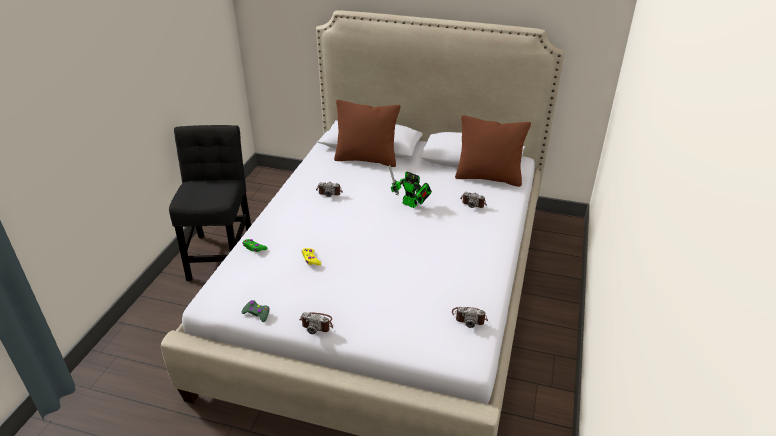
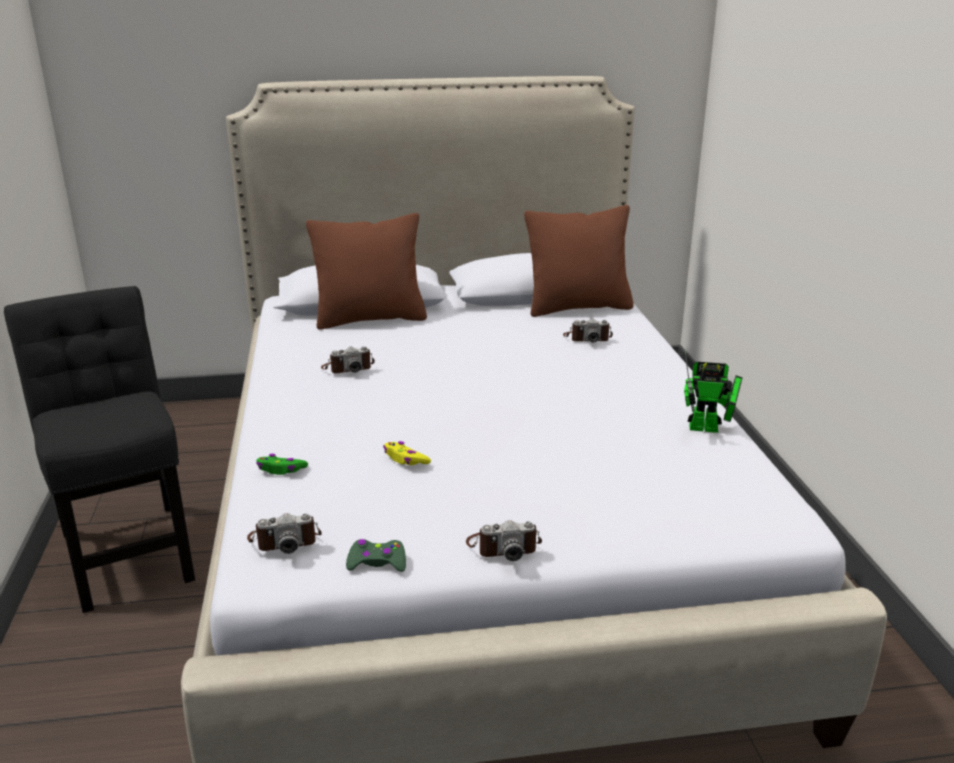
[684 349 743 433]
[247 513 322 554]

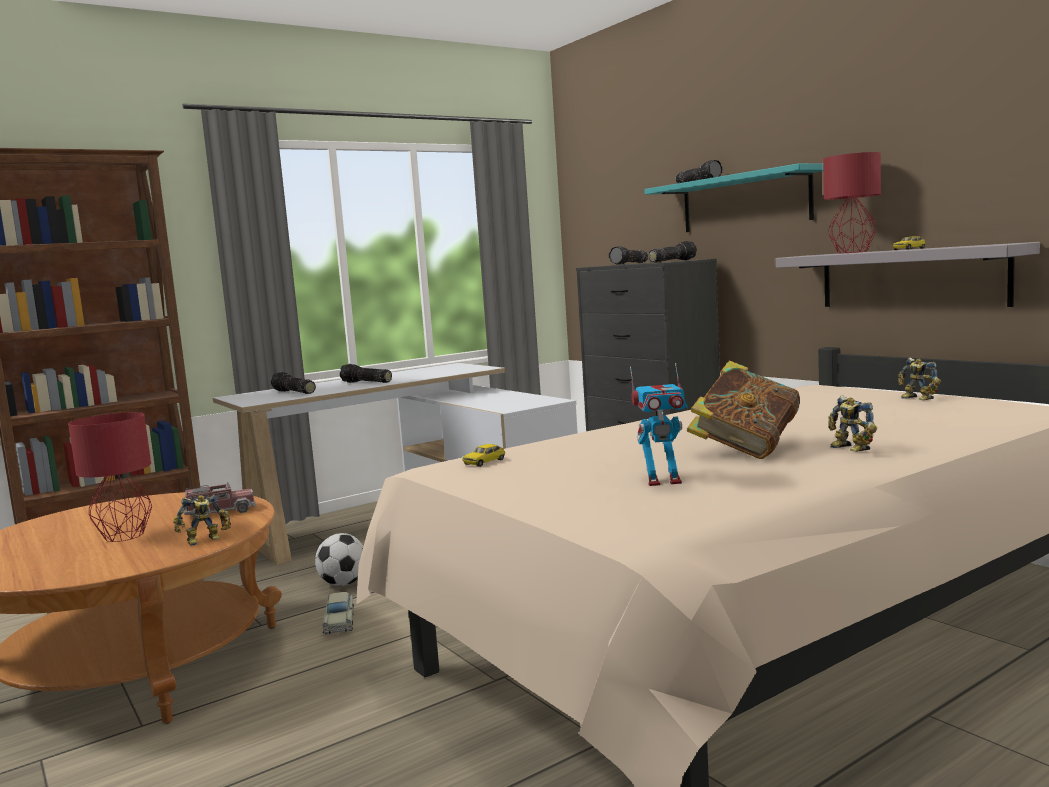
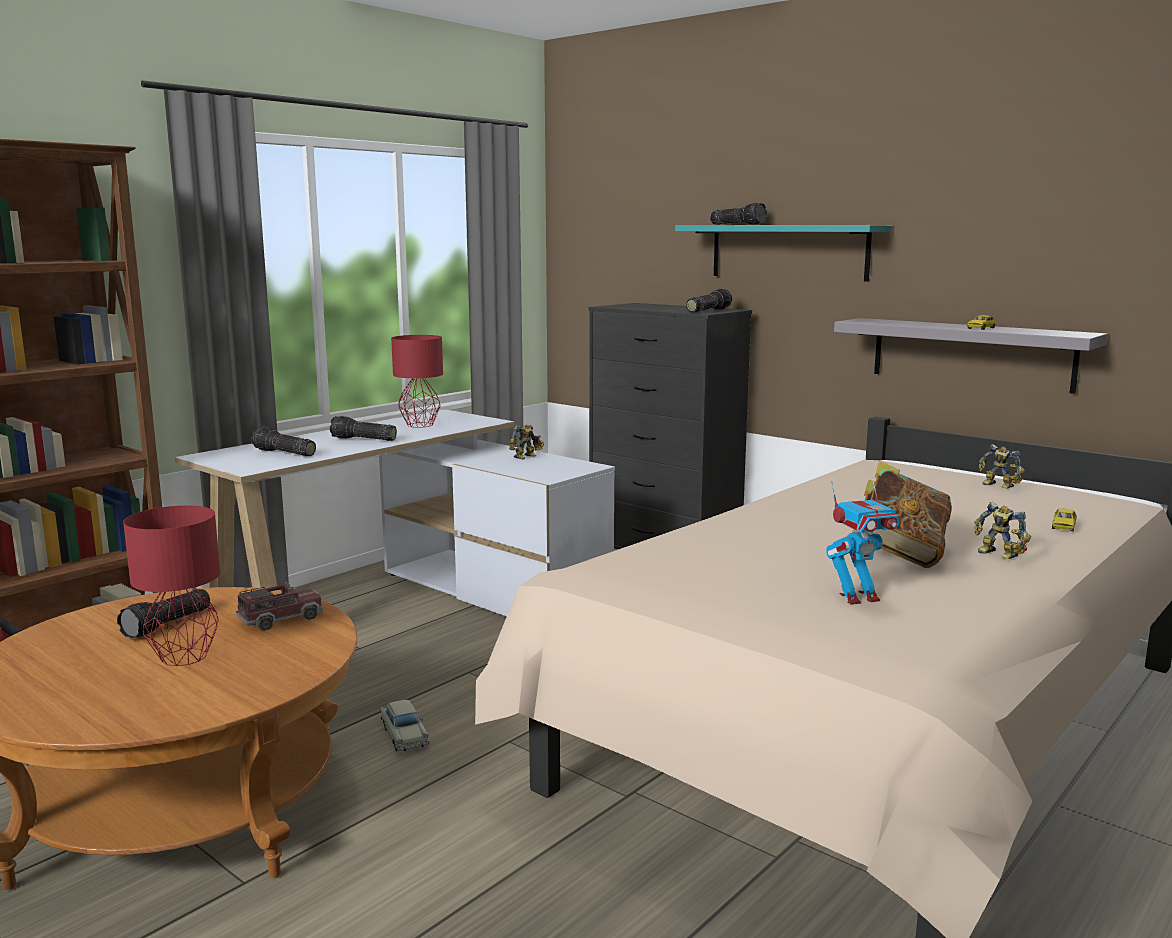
[391 335 443 428]
[117 589 210 639]
[1052 508 1077 531]
[509 424 544 460]
[315 533 363 586] (first image)

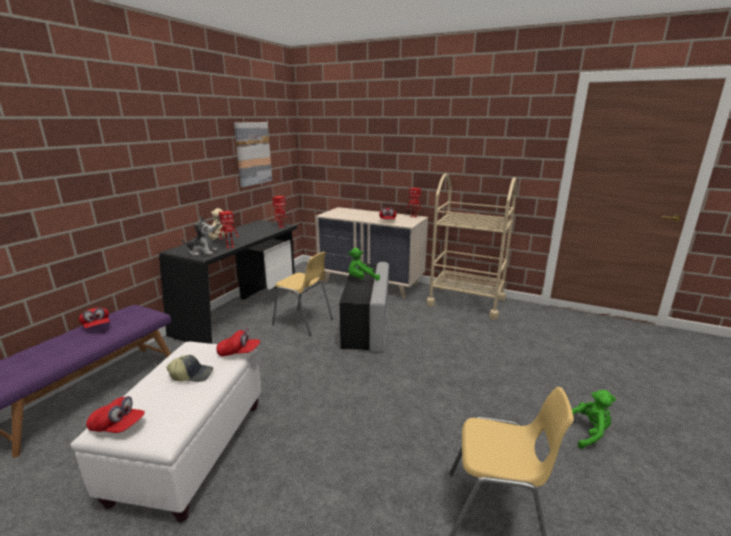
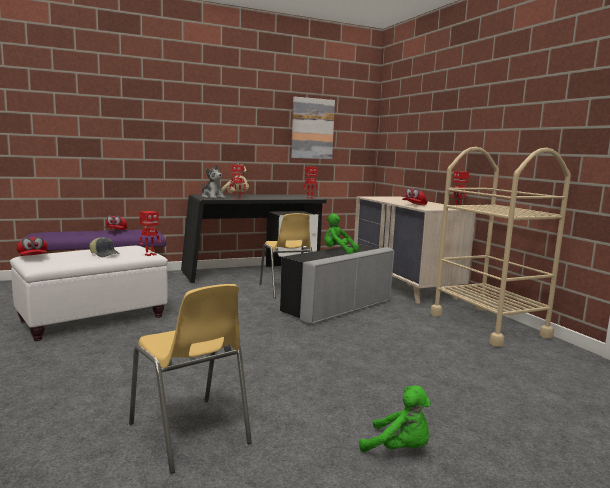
[139 211 161 256]

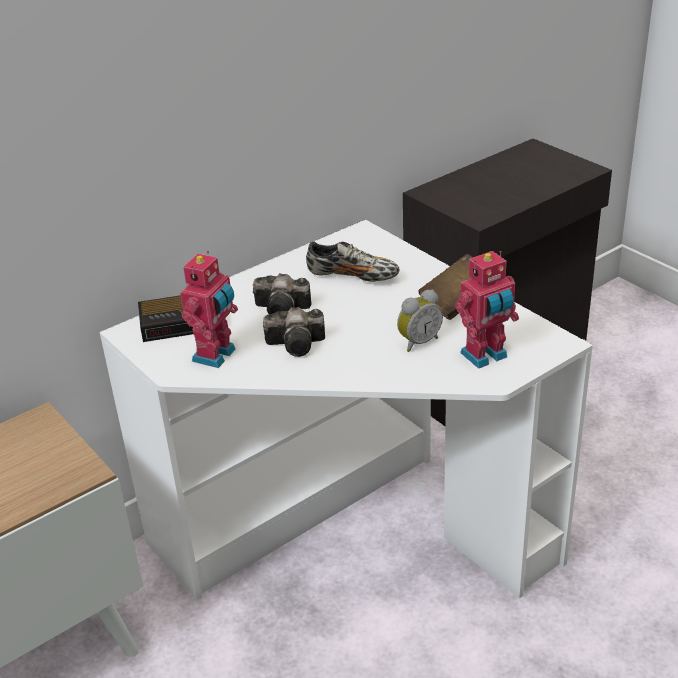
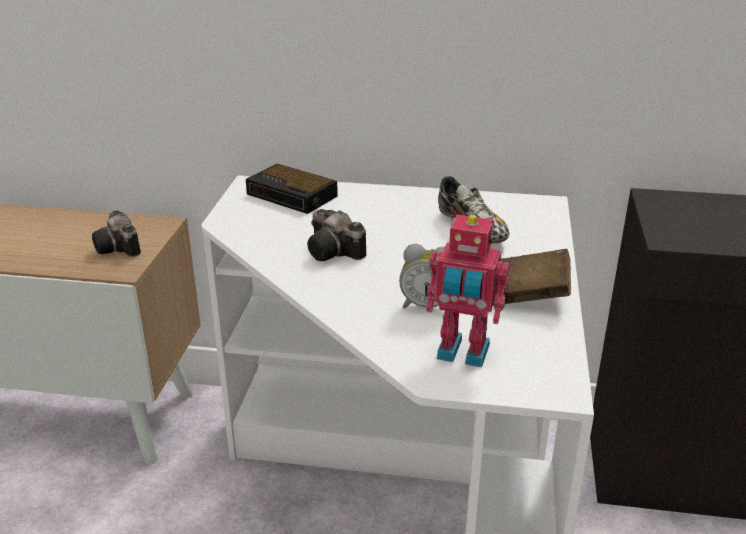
[180 251 238 368] (first image)
[92 210 141 257]

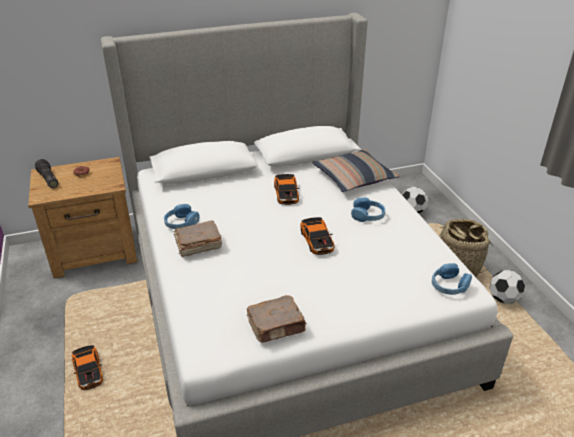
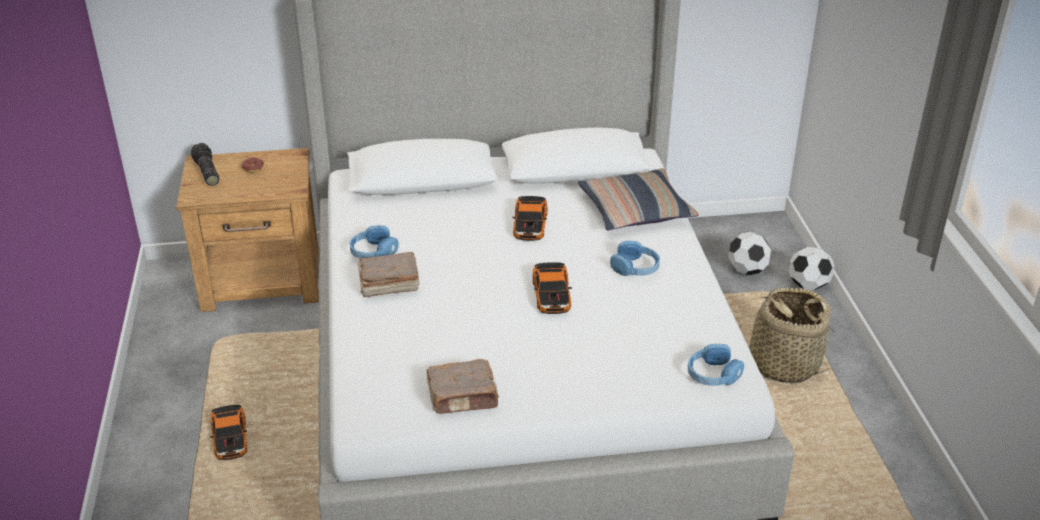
[789 247 835 290]

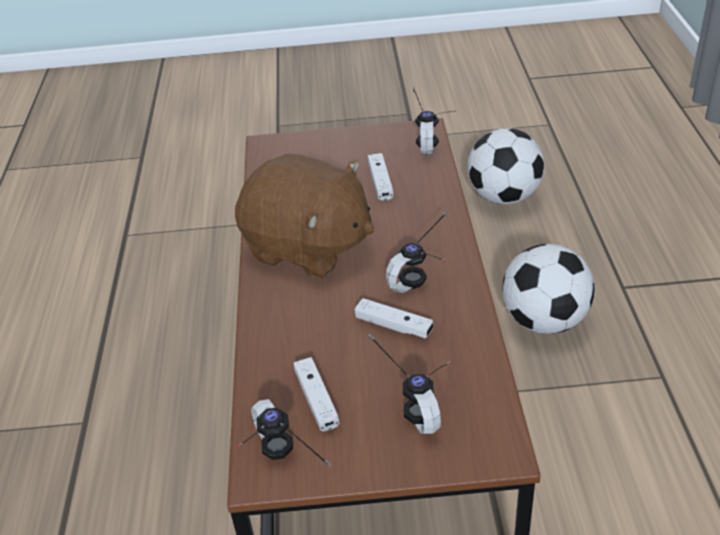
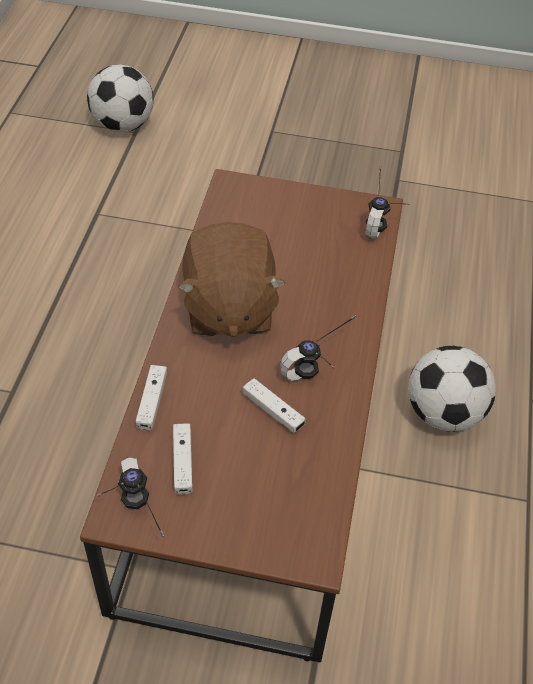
[87 65 153 132]
[178 222 285 337]
[136 365 167 431]
[369 334 451 434] (first image)

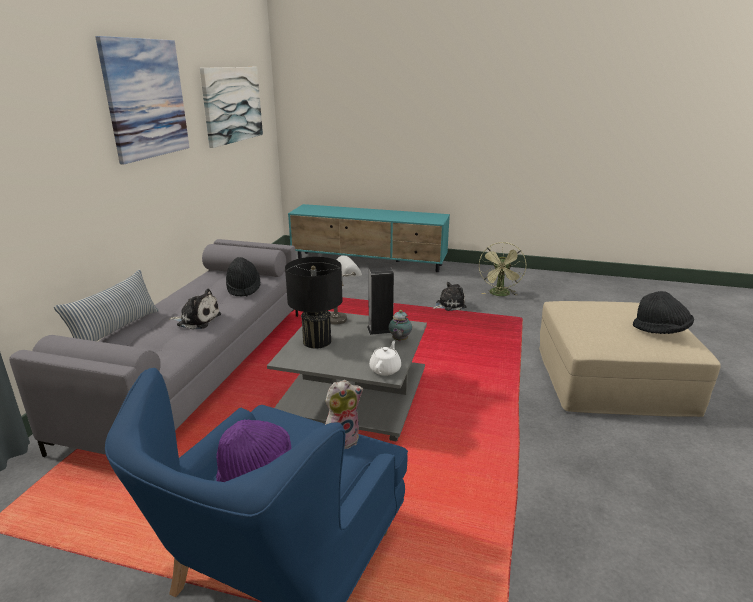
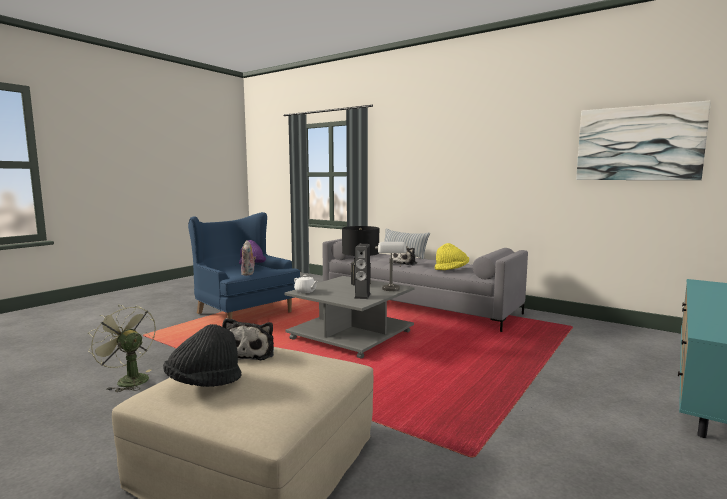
[95 36 190 164] (first image)
[88 305 156 392]
[435 243 469 270]
[222 318 274 360]
[389 310 412 341] (first image)

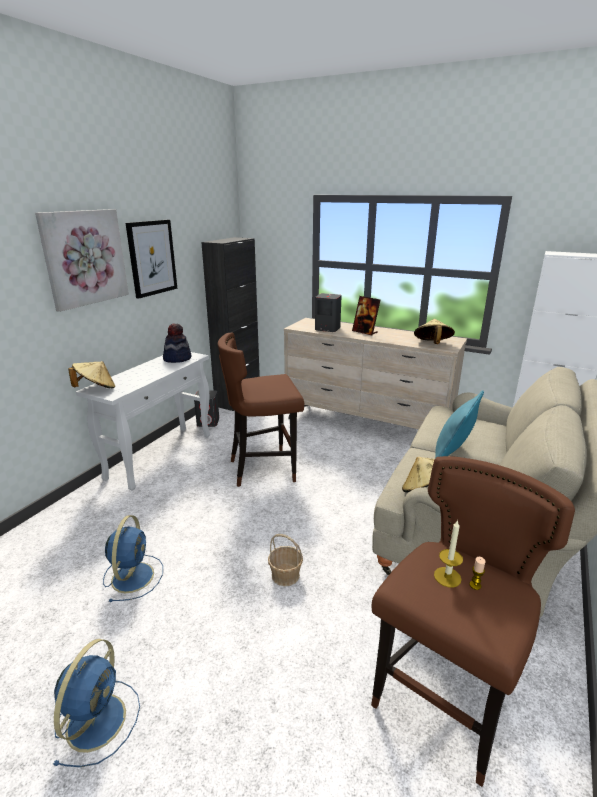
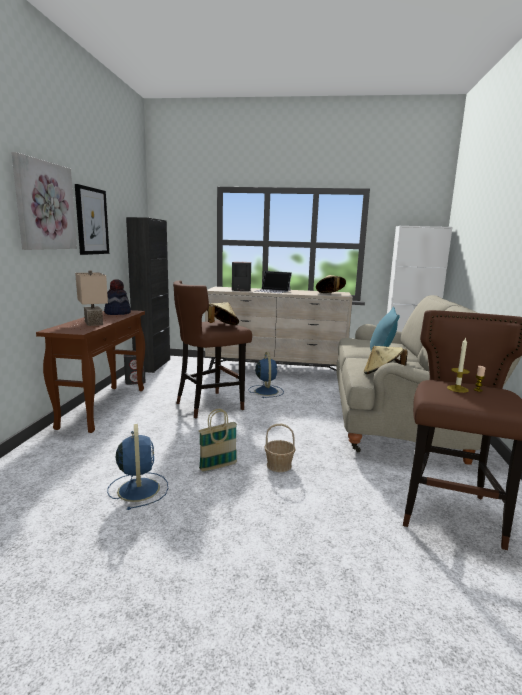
[256 271 292 293]
[36 310 145 433]
[207 302 239 325]
[248 352 284 398]
[75 270 108 326]
[199 409 237 472]

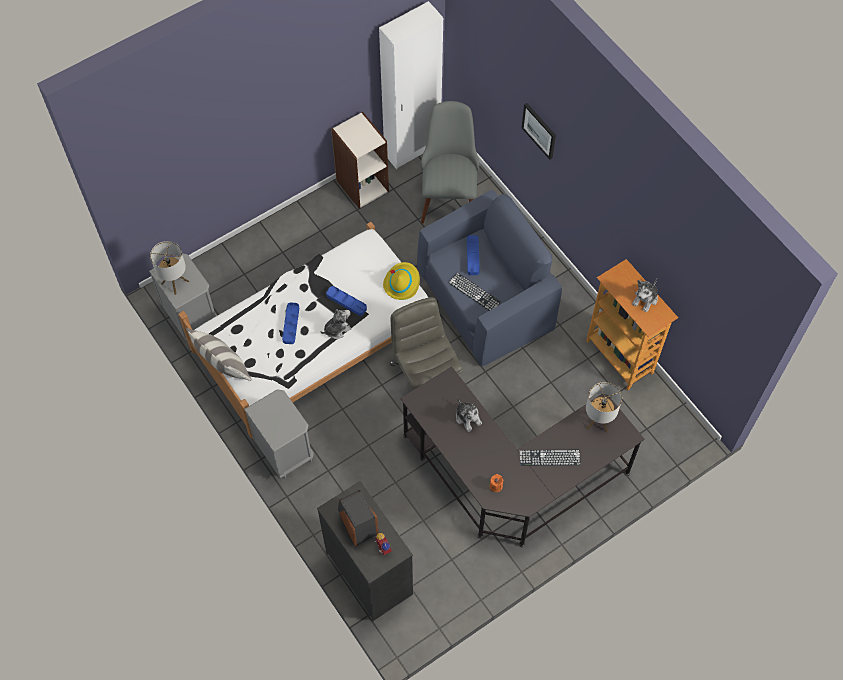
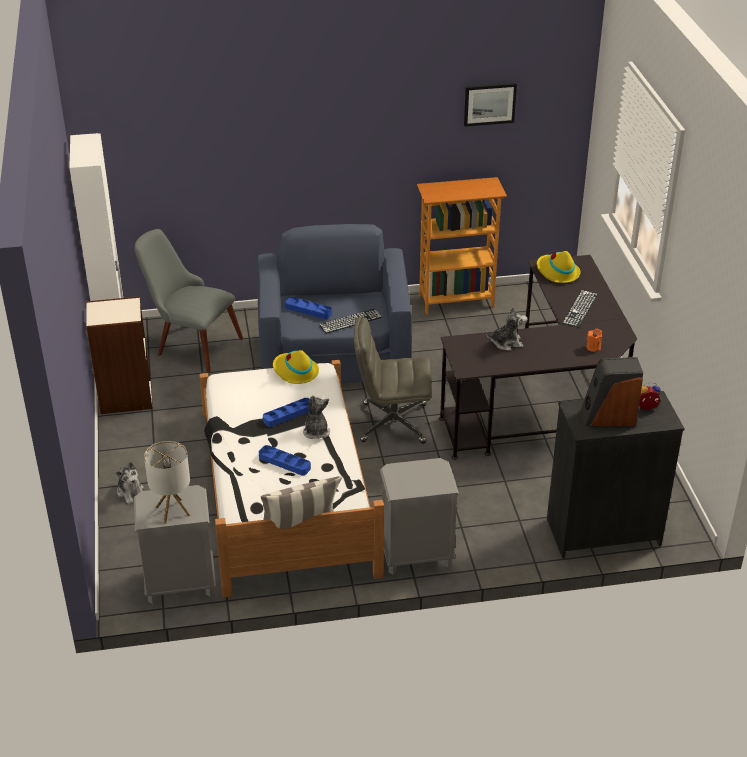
[464 83 517 127]
[116 462 144 504]
[537 251 581 283]

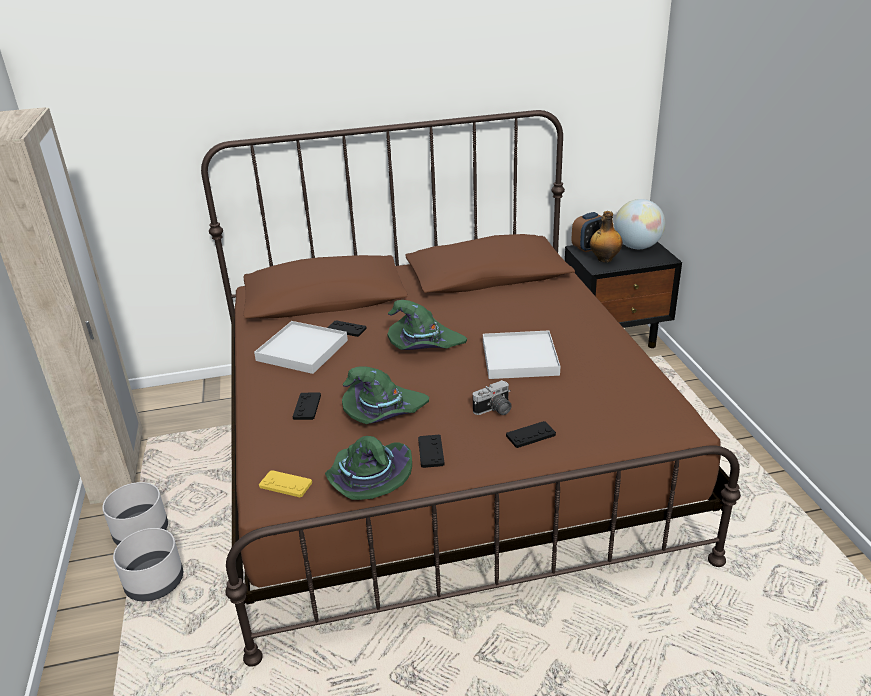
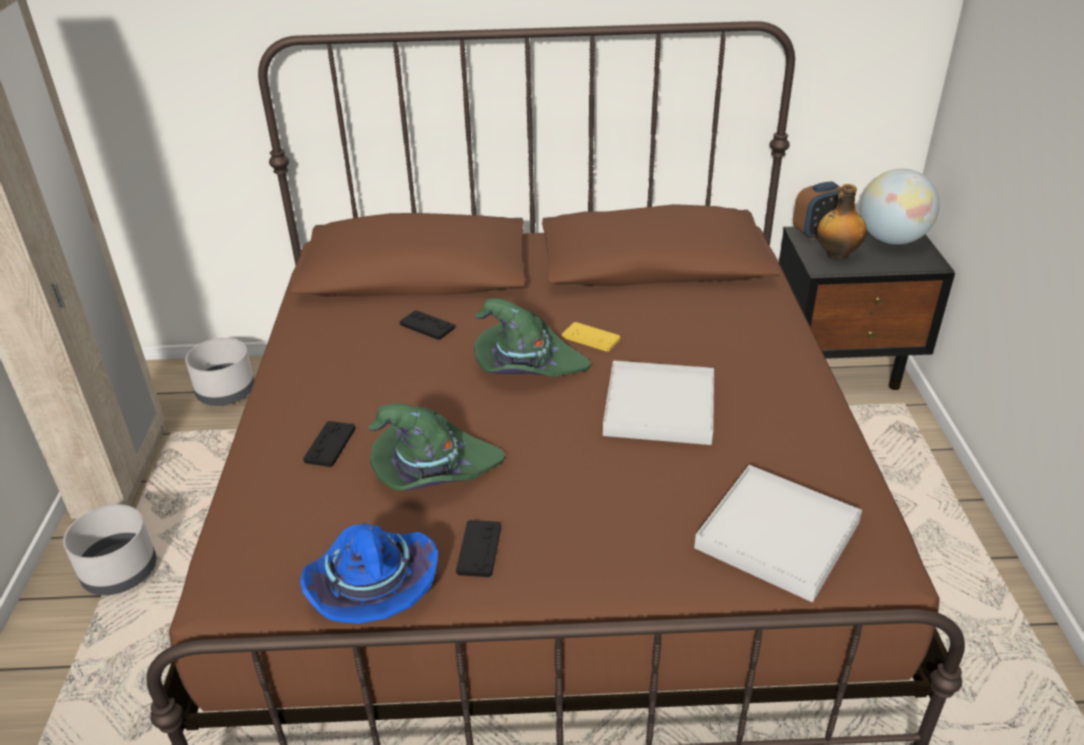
[694 465 862 603]
[473 380 512 415] (first image)
[506 421 556 448] (first image)
[300 524 438 624]
[562 322 620 352]
[185 338 254 406]

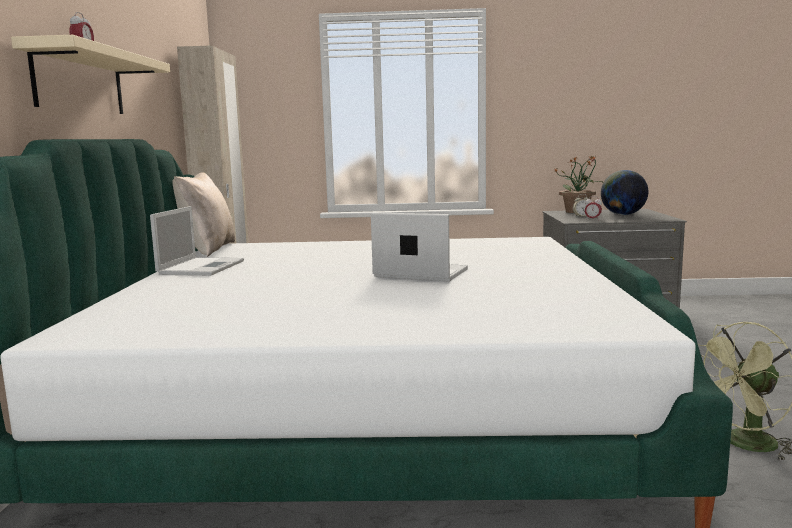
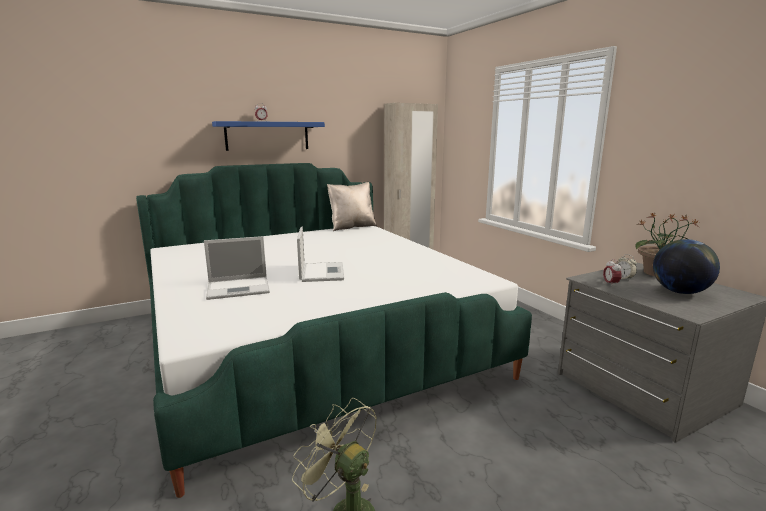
[212 121 325 151]
[204 236 270 300]

